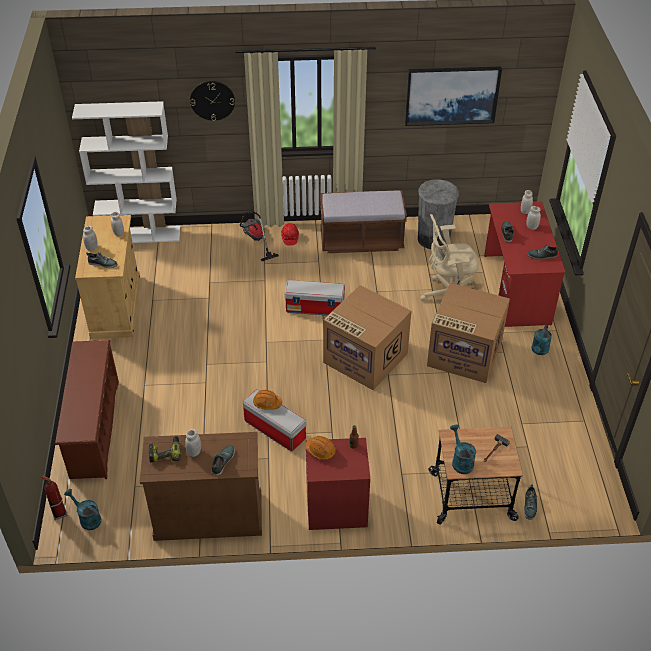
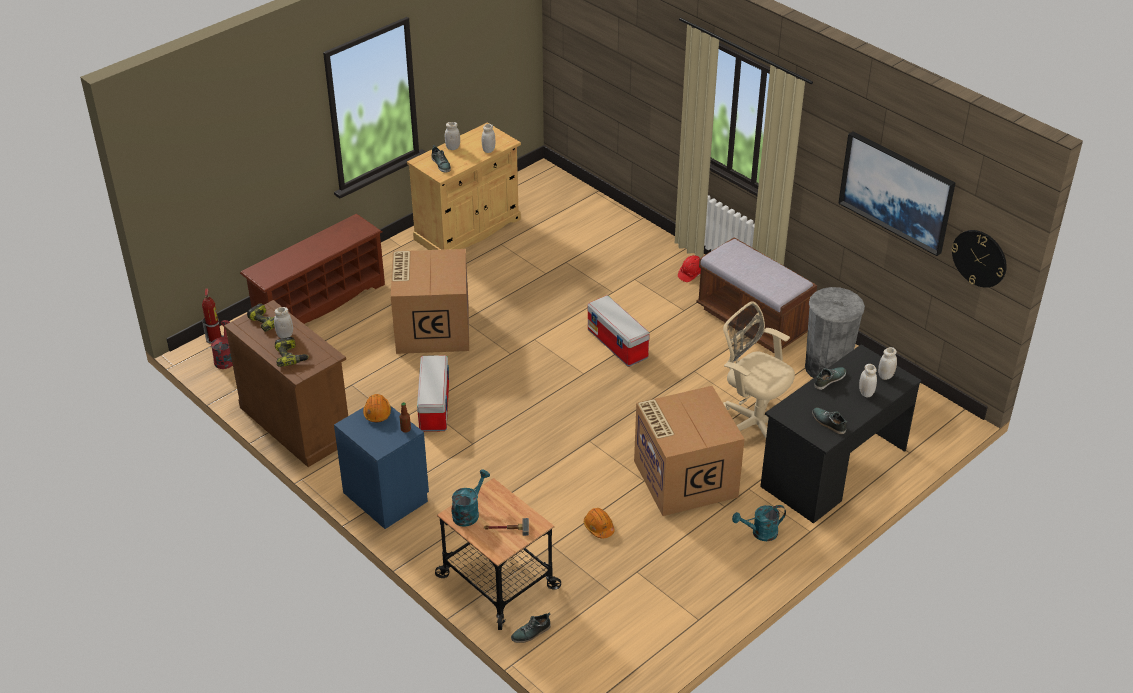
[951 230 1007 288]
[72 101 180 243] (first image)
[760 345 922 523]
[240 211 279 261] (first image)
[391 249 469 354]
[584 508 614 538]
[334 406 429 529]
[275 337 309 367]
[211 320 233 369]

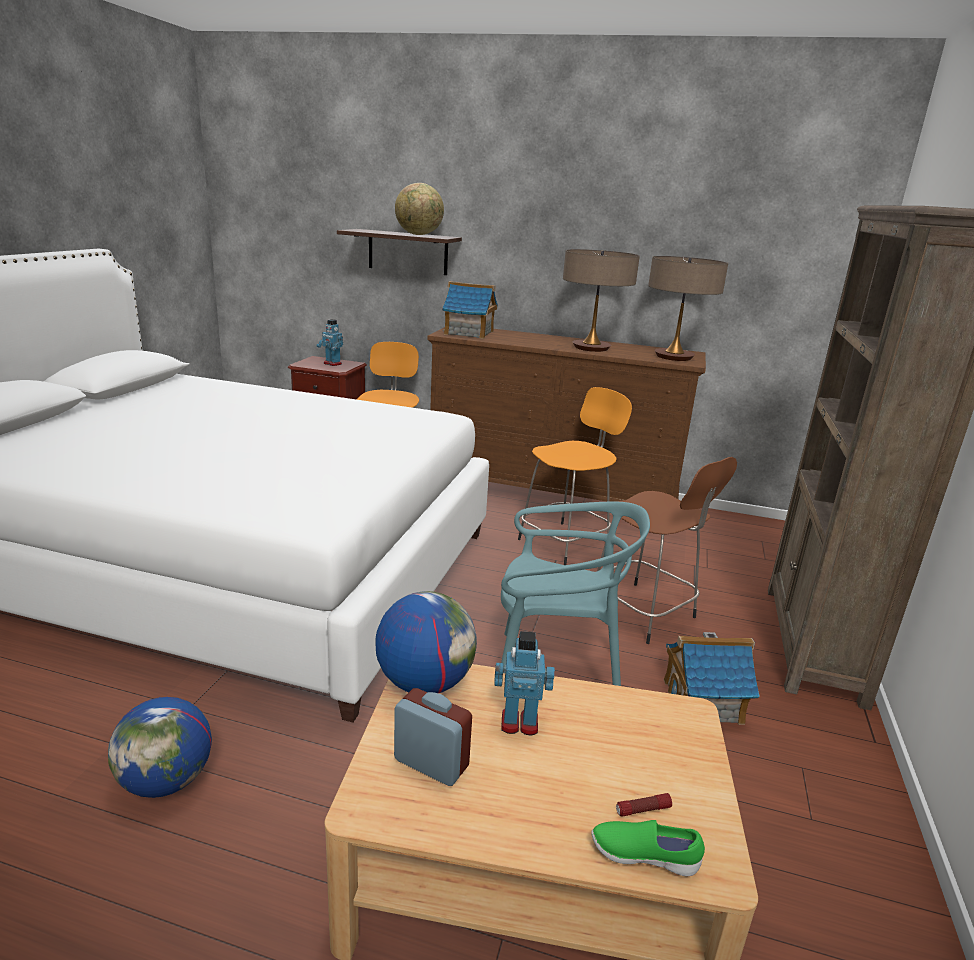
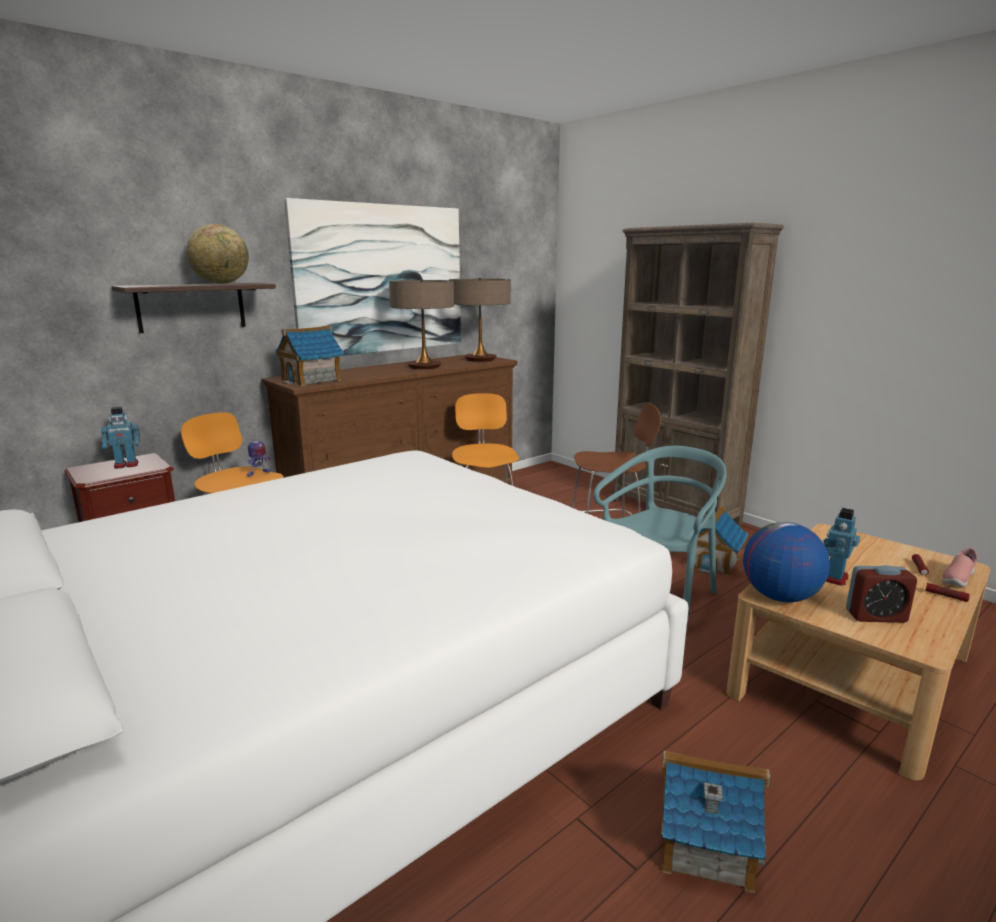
[846 565 917 623]
[661 750 770 893]
[942 547 977 587]
[284 198 461 355]
[247 423 271 476]
[925 583 970 602]

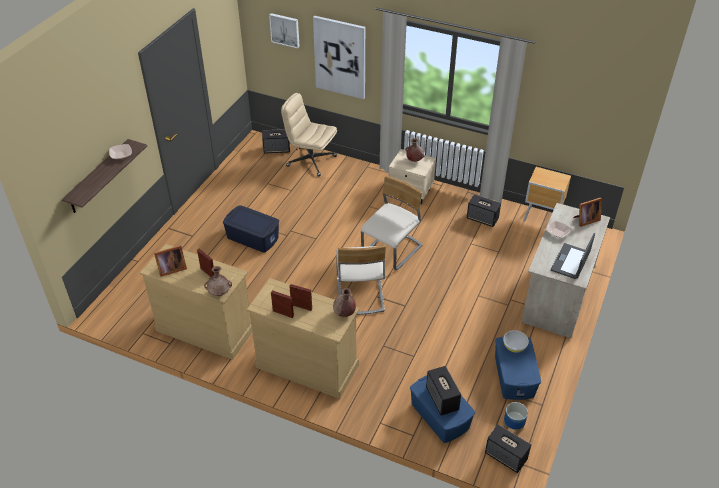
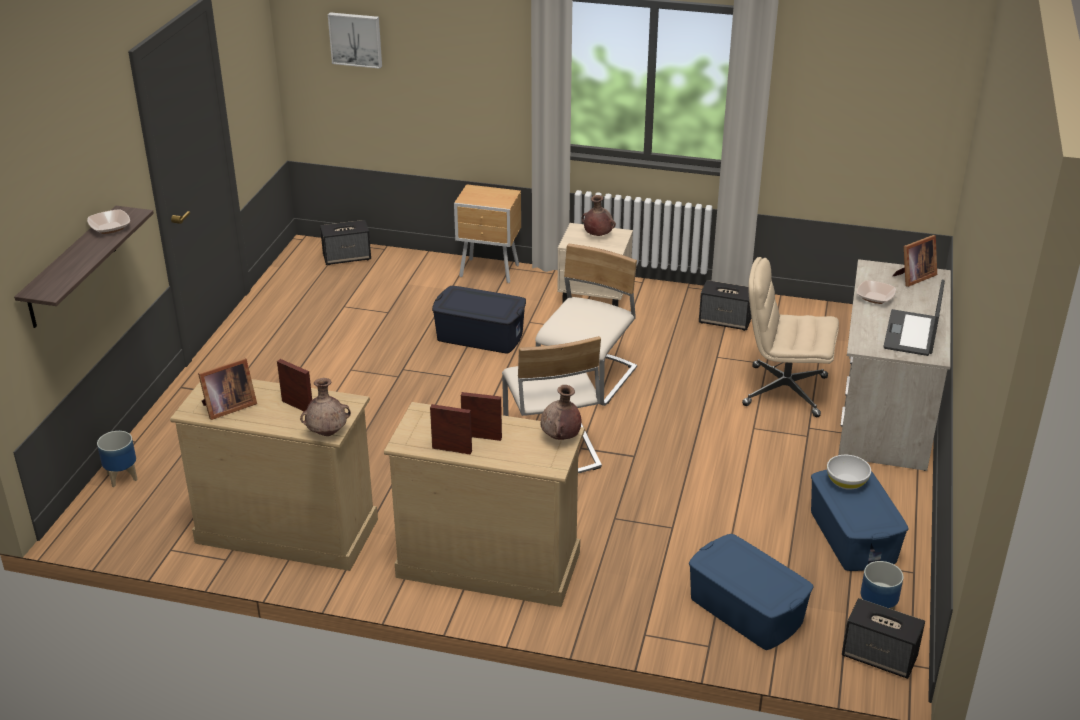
[313 16 365 99] (first image)
[742 257 839 417]
[454 184 521 283]
[432 286 526 353]
[426 366 461 416] (first image)
[97 431 138 487]

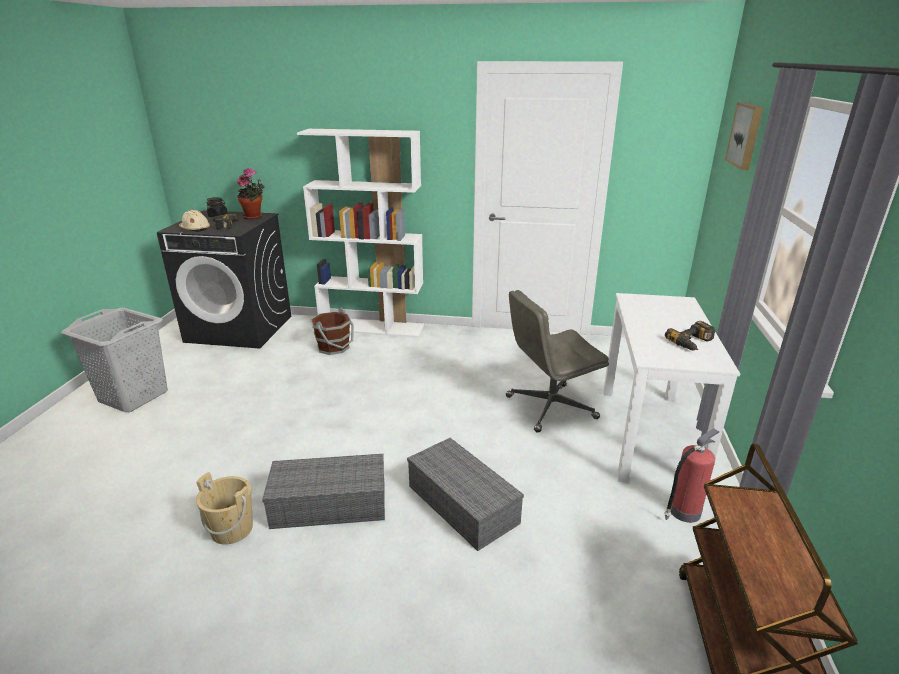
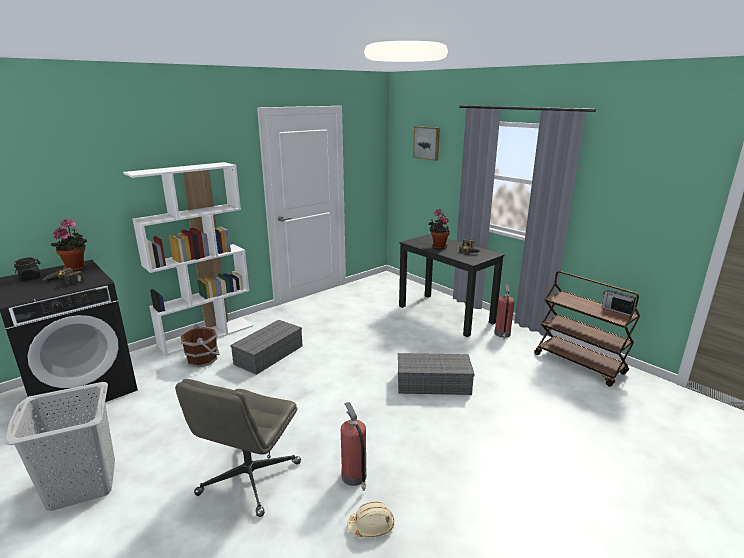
[347 501 394 538]
[175 379 301 517]
[399 234 505 337]
[230 320 303 375]
[341 402 367 491]
[429 209 450 249]
[602 290 636 316]

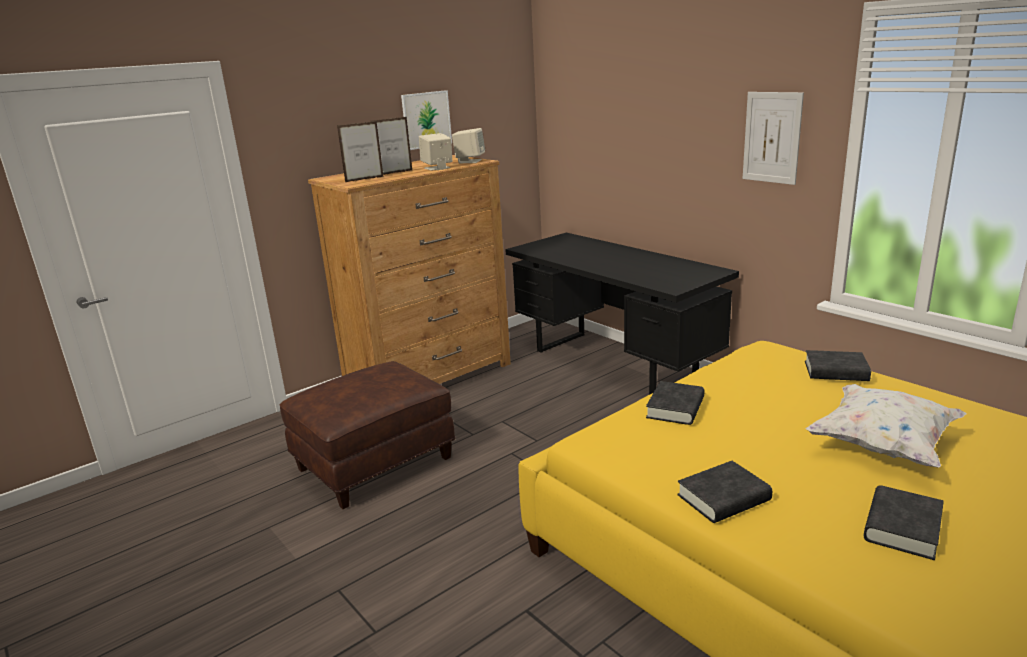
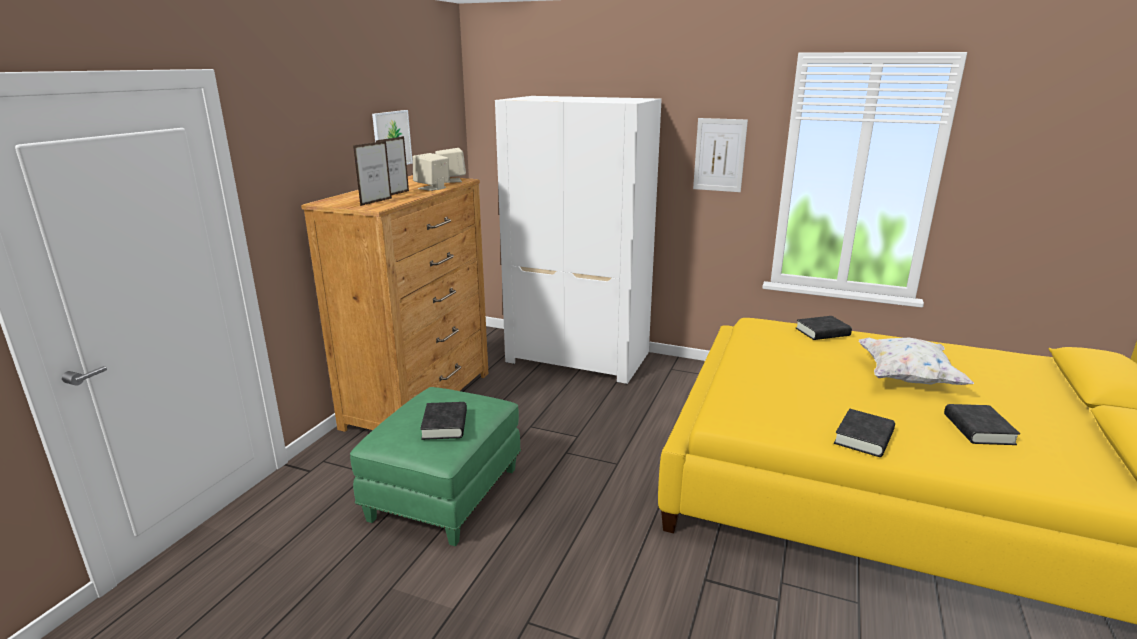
[495 96 662 384]
[350 387 521 546]
[420 402 467 440]

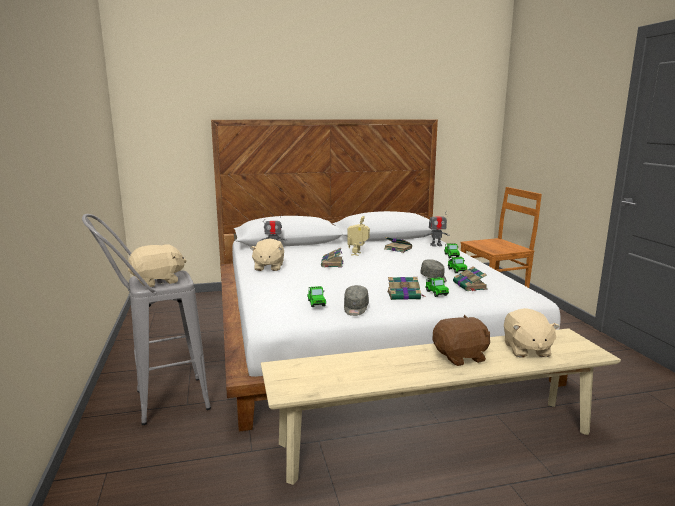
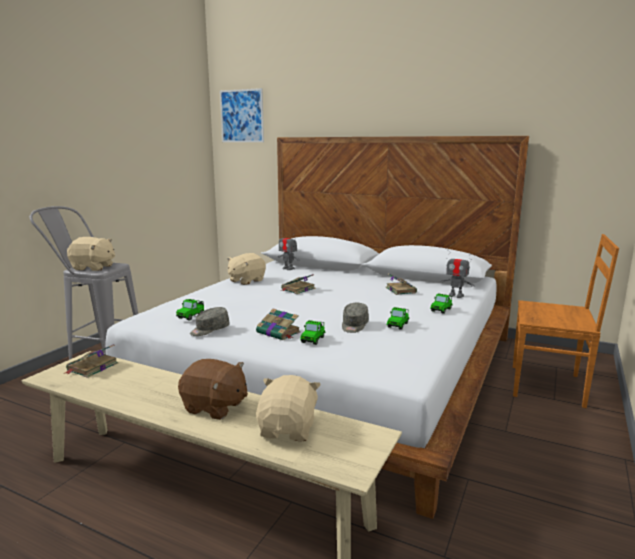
[347 216 370 256] (first image)
[65 344 118 378]
[256 375 321 441]
[220 88 264 142]

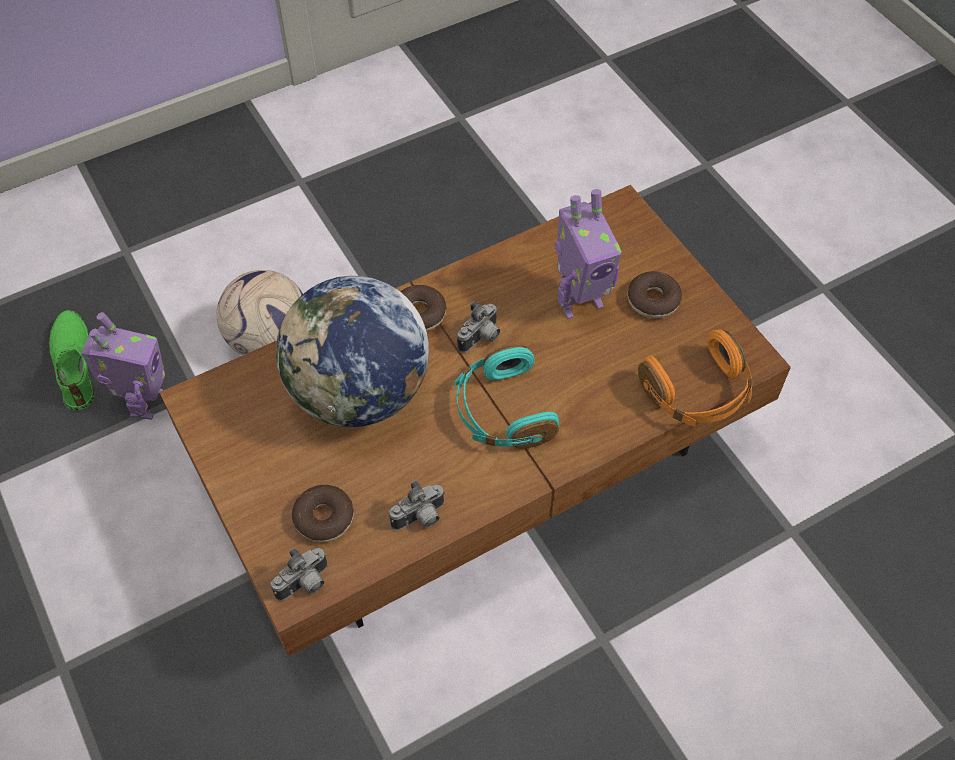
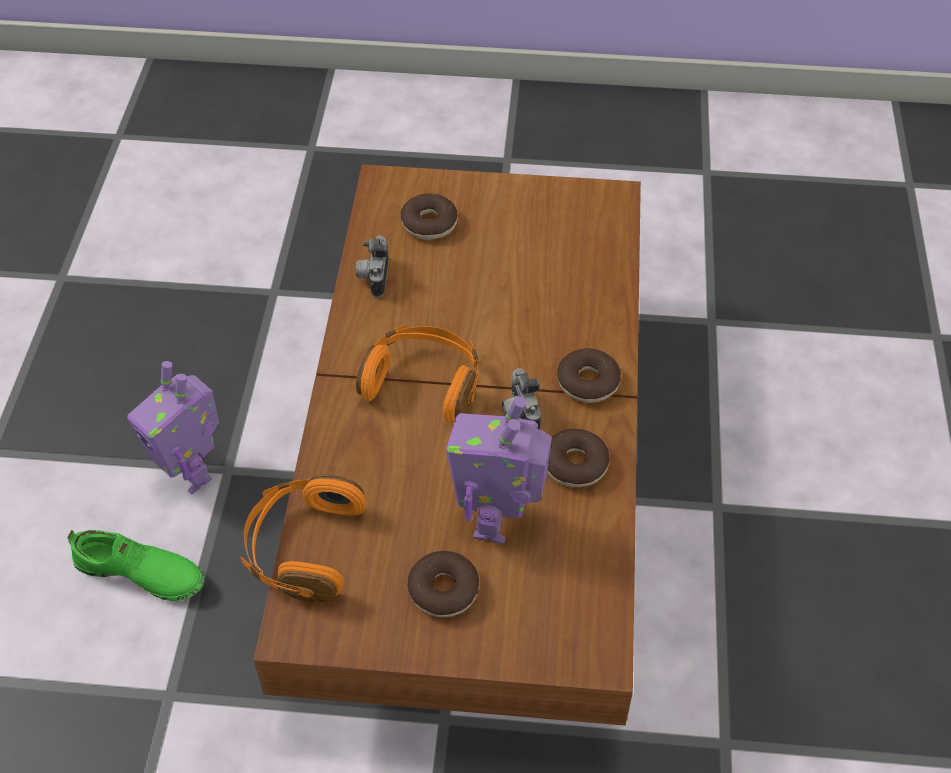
[216 270 303 356] (first image)
[276 276 429 427] (first image)
[67 530 204 601]
[127 361 219 495]
[356 324 478 422]
[271 548 327 601] (first image)
[547 429 610 487]

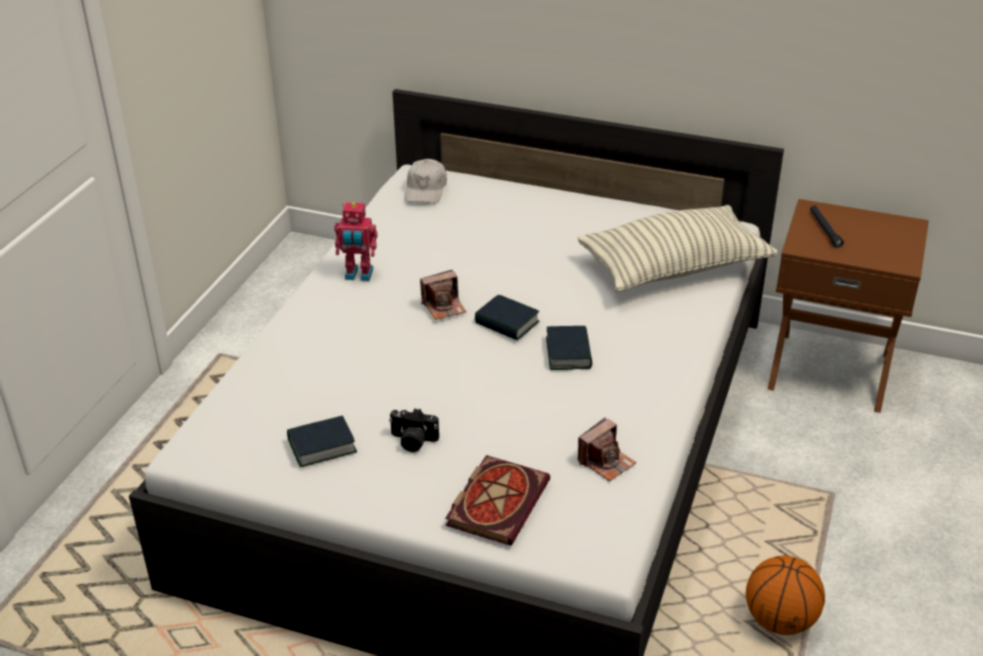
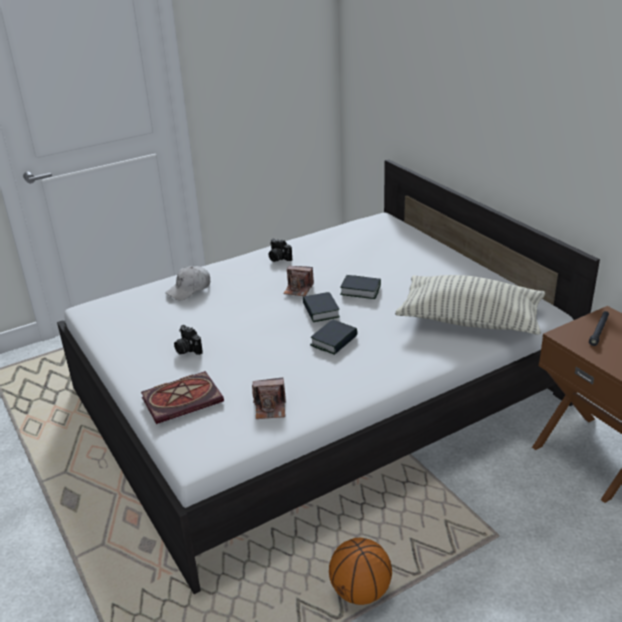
[166 266 210 301]
[269 239 292 262]
[340 275 381 299]

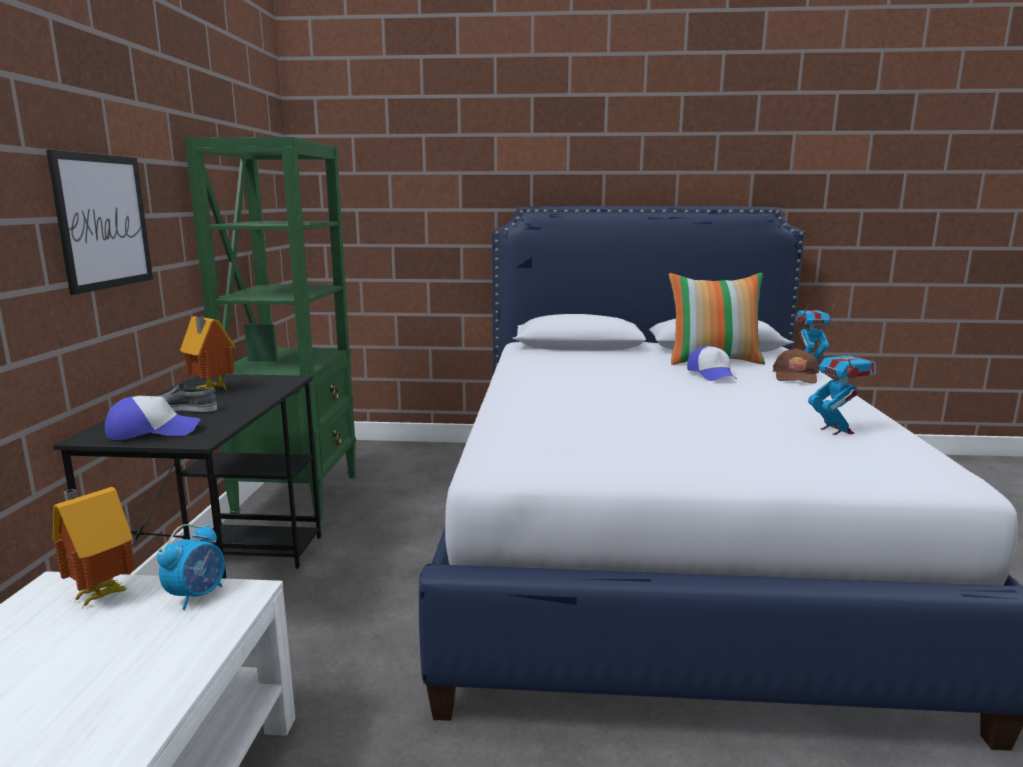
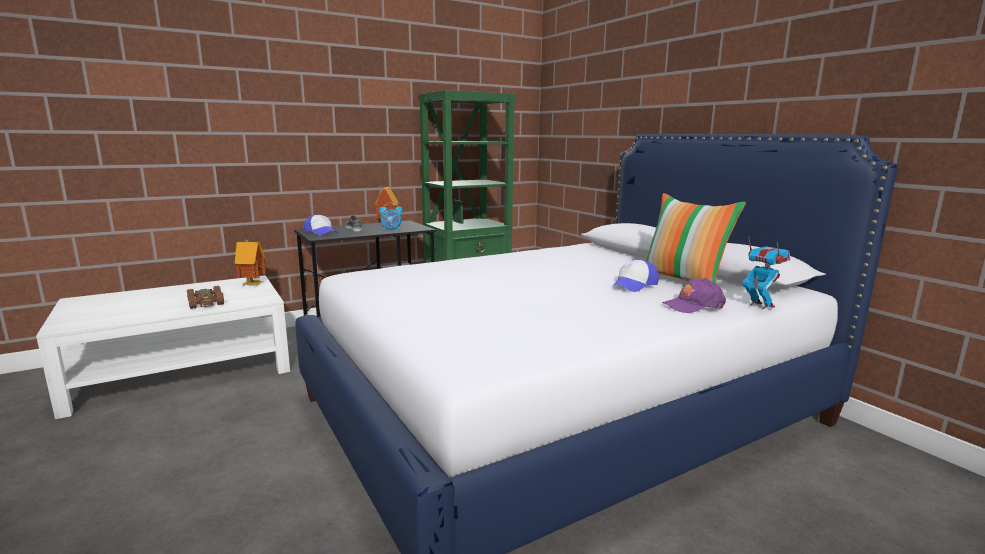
[46 150 153 295] (first image)
[808 342 876 435] (first image)
[662 278 726 313]
[379 203 403 232]
[187 286 224 309]

